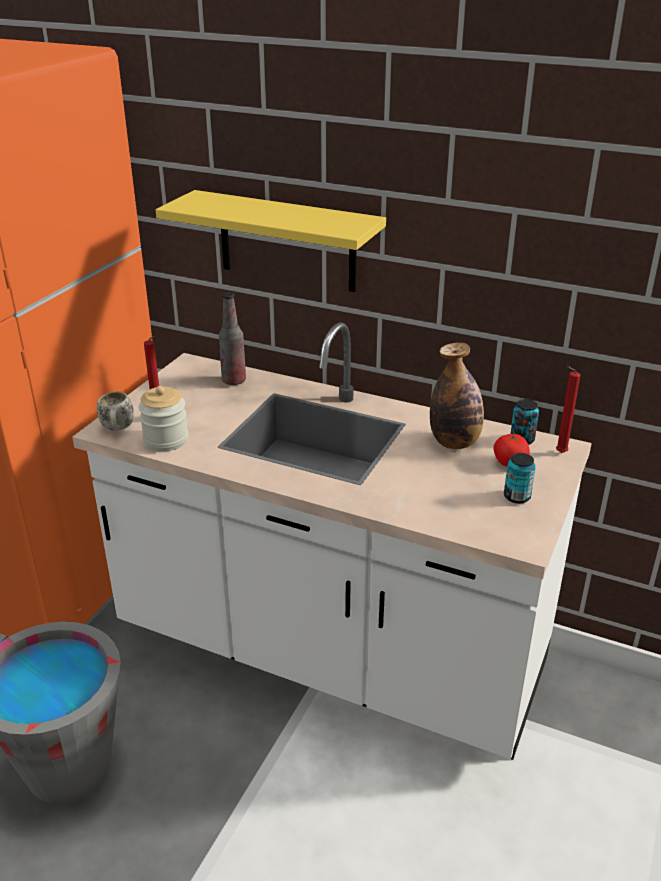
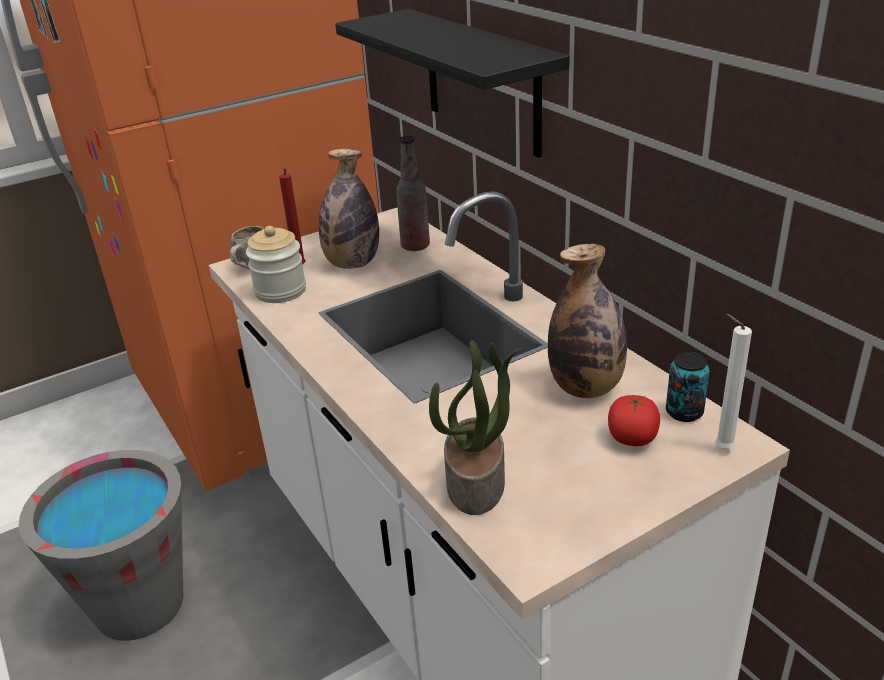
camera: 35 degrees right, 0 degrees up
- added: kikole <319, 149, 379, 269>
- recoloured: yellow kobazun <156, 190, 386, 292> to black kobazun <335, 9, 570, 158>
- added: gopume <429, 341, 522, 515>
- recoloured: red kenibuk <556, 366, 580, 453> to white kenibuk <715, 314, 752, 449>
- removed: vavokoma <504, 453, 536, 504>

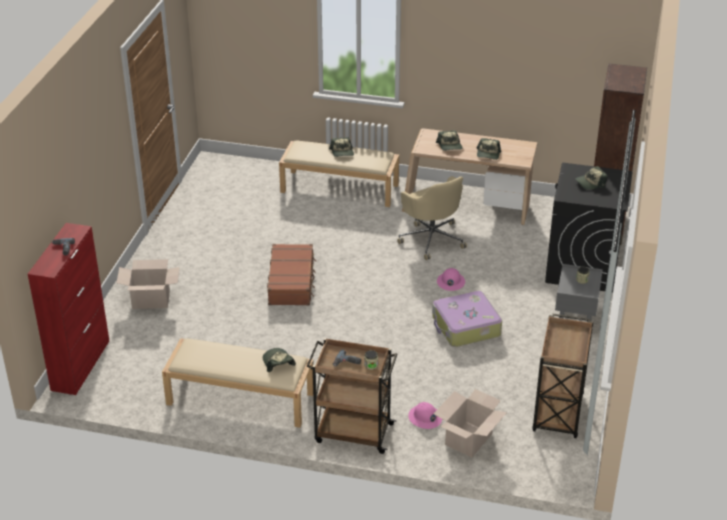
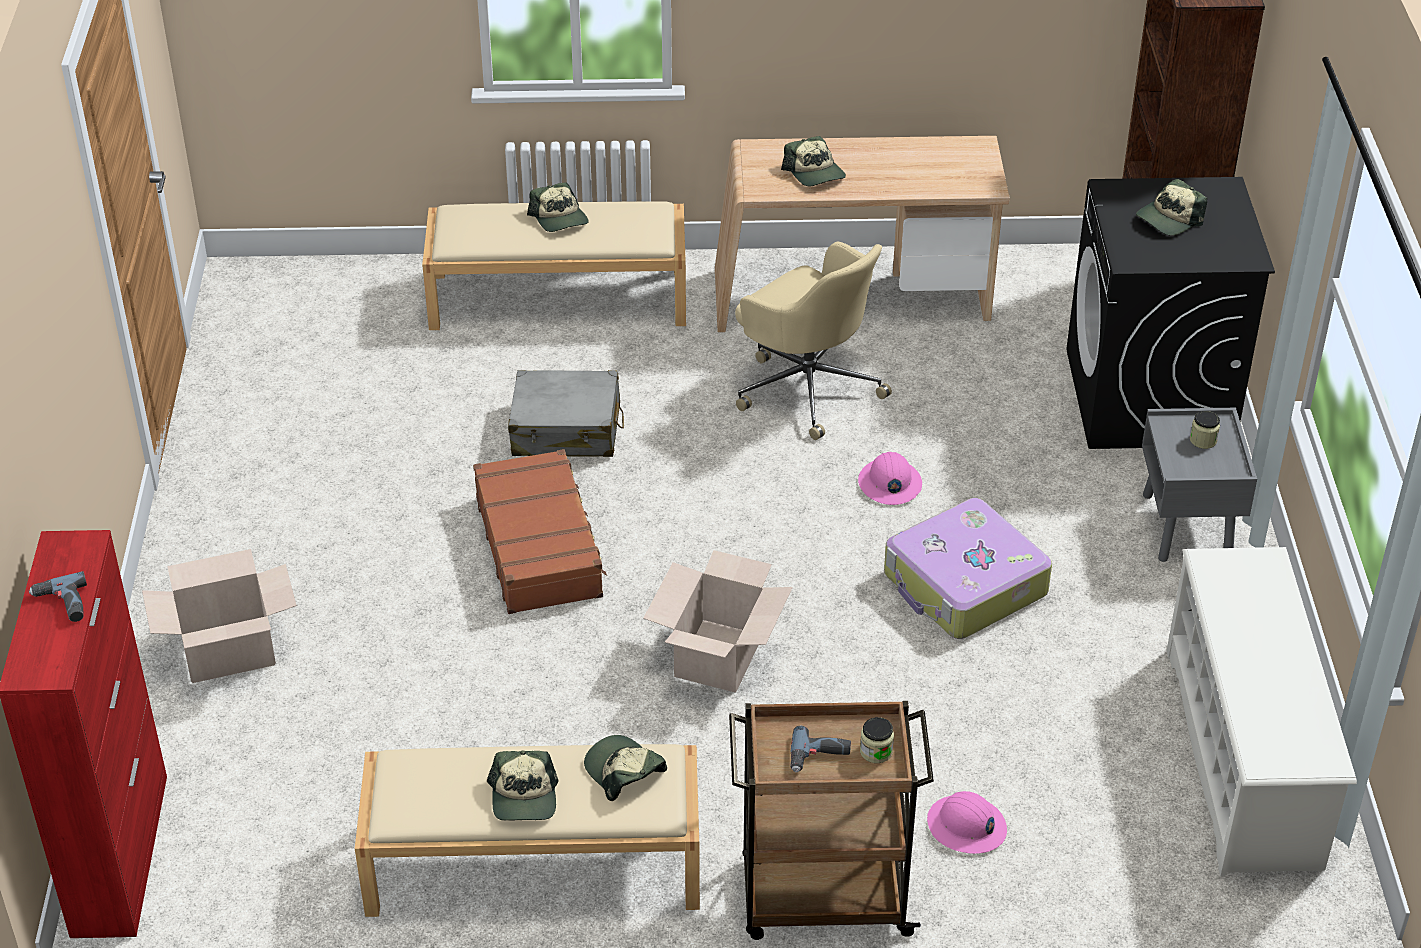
camera: 15 degrees left, 5 degrees up
- moved: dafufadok <477, 138, 501, 160> to <487, 751, 558, 821>
- added: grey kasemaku <508, 370, 624, 457>
- moved: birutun <434, 389, 507, 457> to <643, 550, 793, 693>
- replaced: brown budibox <532, 314, 593, 438> to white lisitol <1167, 547, 1357, 877>

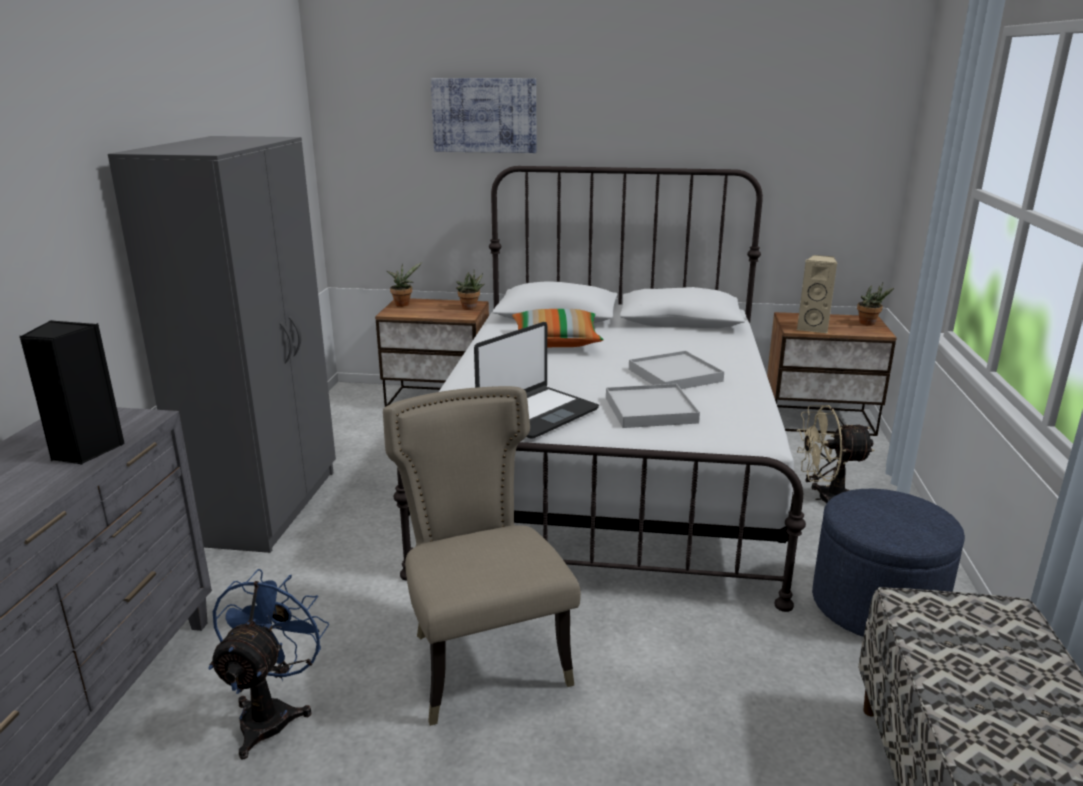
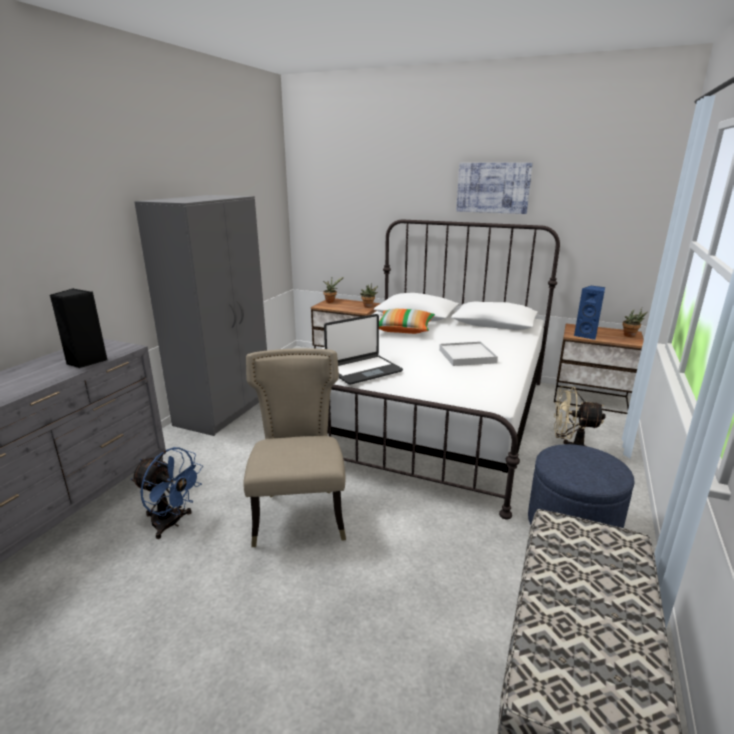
camera: 15 degrees right, 0 degrees up
- turned: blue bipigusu <208, 569, 329, 759> = <131, 447, 203, 539> 90 degrees clockwise
- moved: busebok <431, 78, 536, 153> to <456, 163, 533, 214>
- recoloured: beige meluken <797, 255, 837, 333> to blue meluken <574, 286, 605, 340>
- removed: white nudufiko <606, 384, 700, 428>

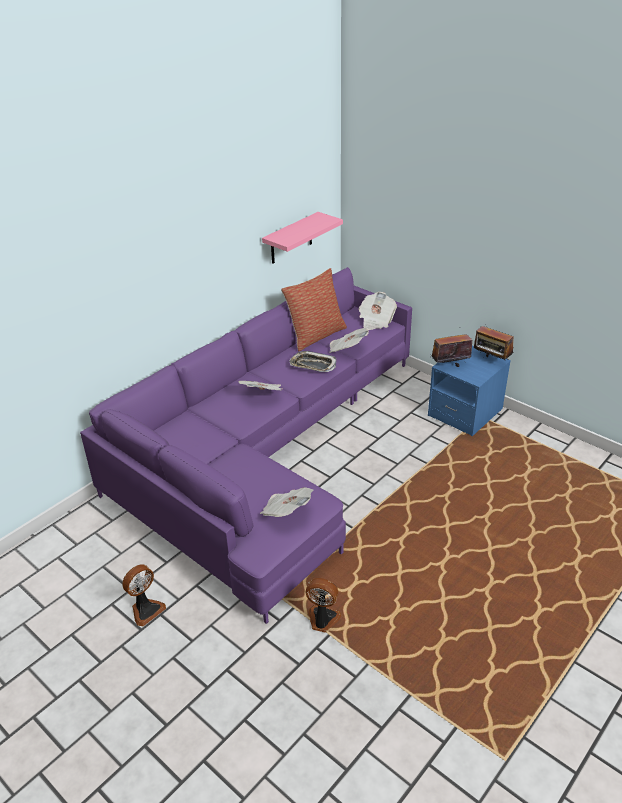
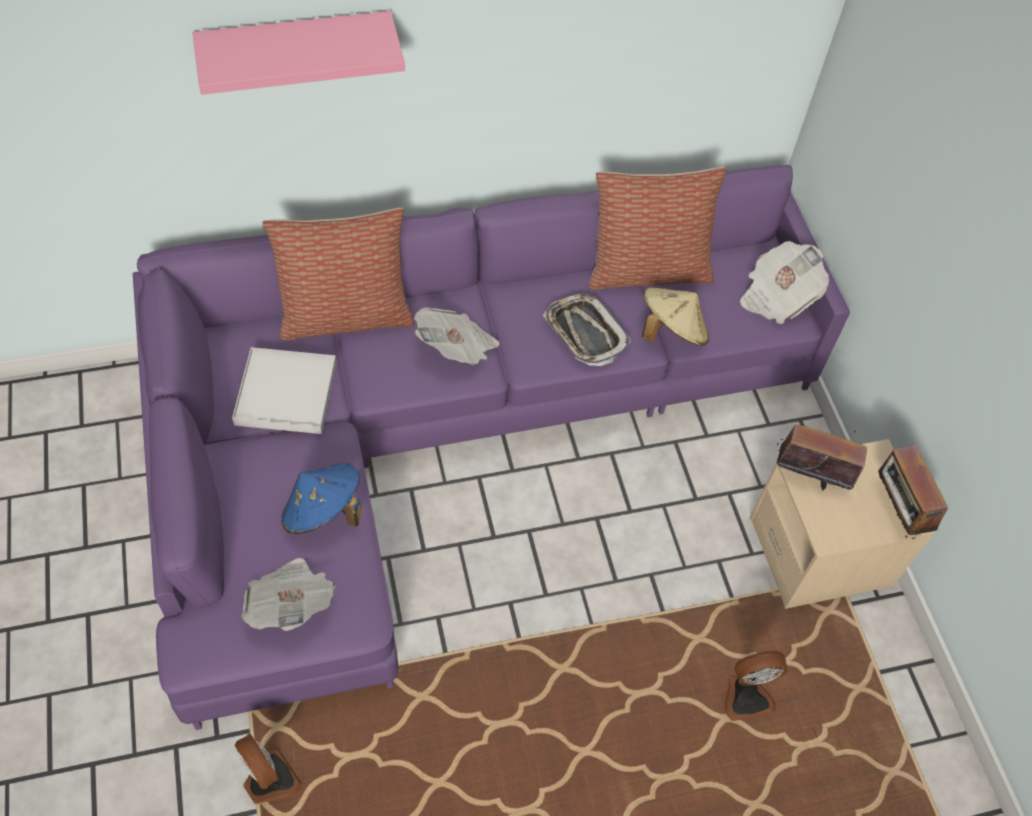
camera: 30 degrees right, 20 degrees up
- moved: pink kobazun <262, 212, 343, 264> to <192, 11, 405, 95>
- added: white nudufiko <232, 347, 336, 434>
- added: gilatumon <262, 208, 414, 341>
- added: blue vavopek <281, 463, 361, 534>
- replaced: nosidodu <329, 327, 369, 353> to beige vavopek <642, 287, 709, 346>
- moved: bipigusu <122, 564, 166, 626> to <725, 651, 789, 721>
- recoloured: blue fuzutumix <428, 345, 511, 436> to beige fuzutumix <750, 439, 935, 609>

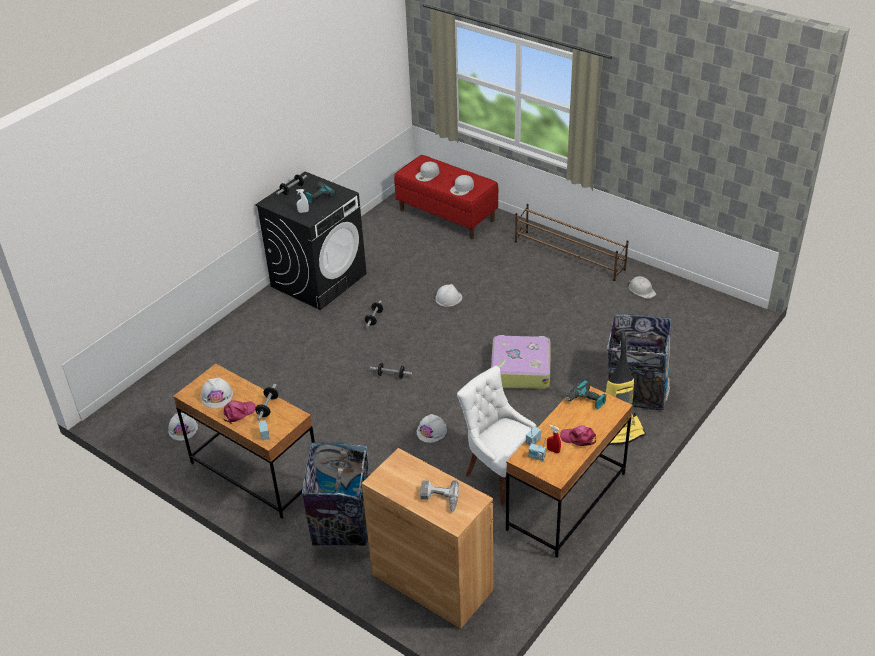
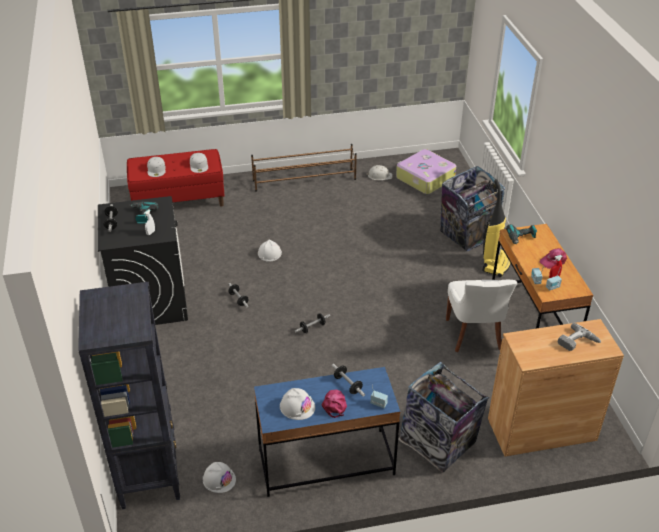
camera: 50 degrees left, 0 degrees up
- added: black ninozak <78, 282, 180, 509>
- recoloured: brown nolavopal <173, 364, 315, 519> to blue nolavopal <254, 367, 400, 497>
- moved: kasemaku <491, 335, 550, 389> to <396, 149, 456, 194>
- turned: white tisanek <457, 366, 537, 506> = <446, 280, 517, 352> 90 degrees counterclockwise
- removed: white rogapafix <417, 414, 447, 443>

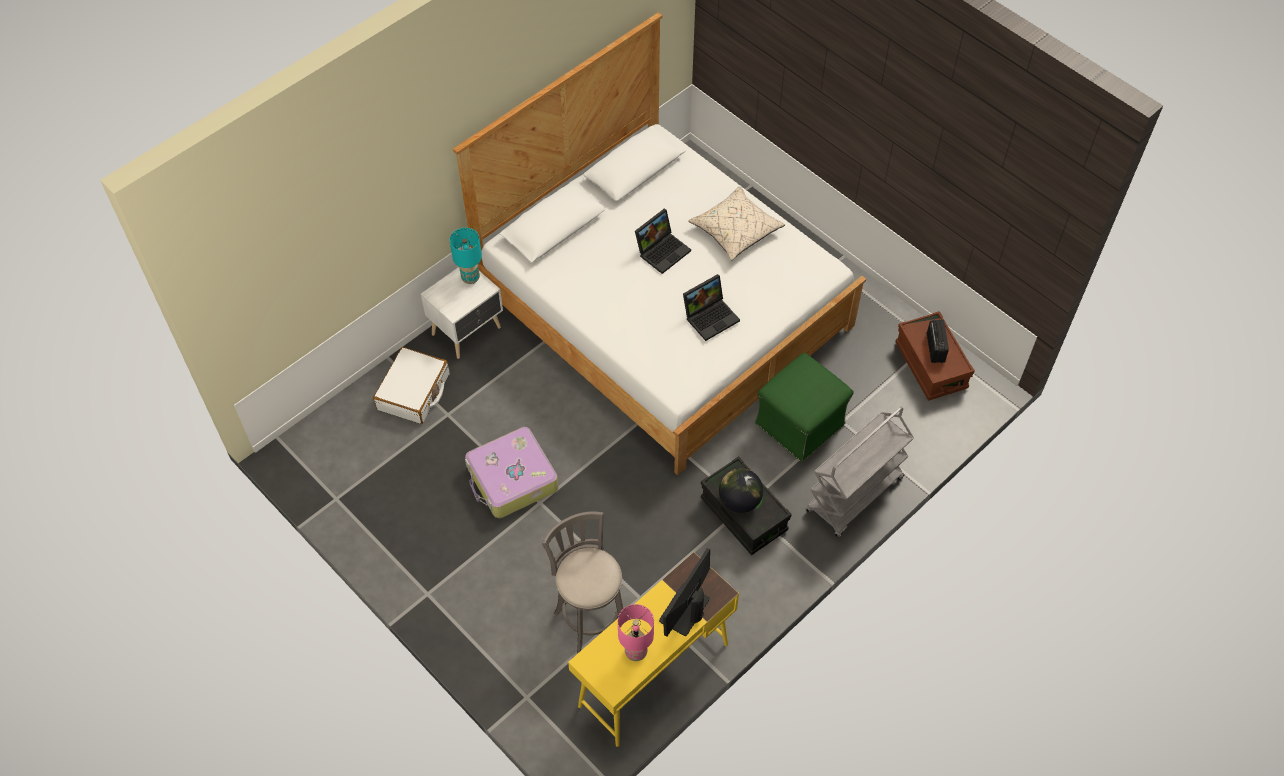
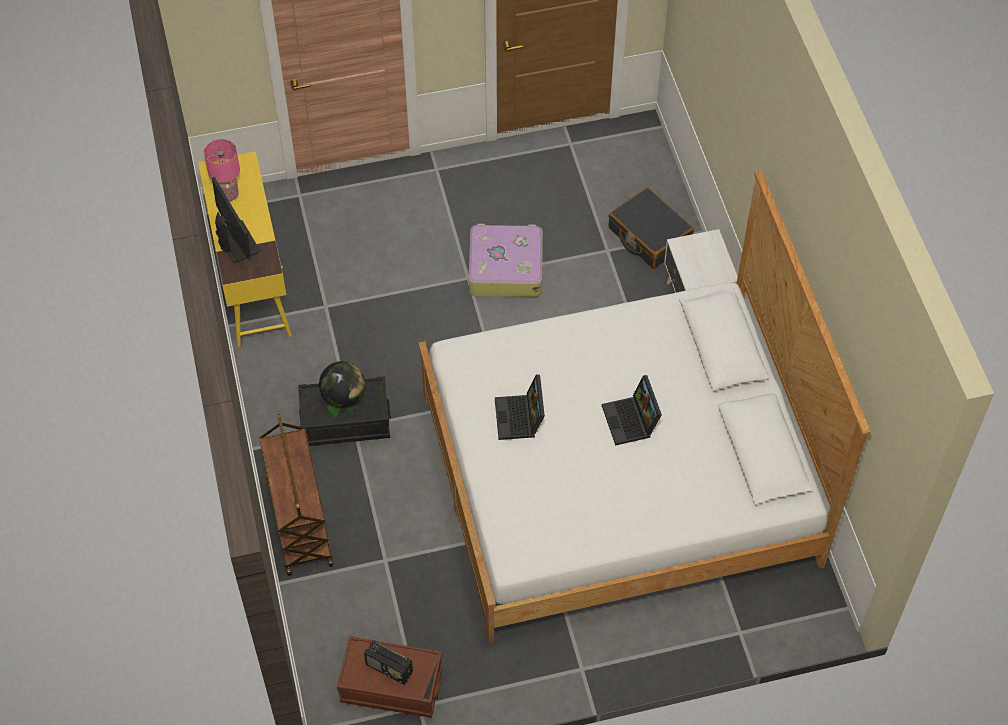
camera: 120 degrees right, 0 degrees up
- recoloured: grey budibox <806, 407, 914, 538> to brown budibox <259, 414, 333, 576>
- recoloured: white kasemaku <373, 347, 450, 424> to black kasemaku <608, 187, 694, 269>
- removed: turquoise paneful <450, 228, 482, 284>
- removed: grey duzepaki <542, 511, 623, 653>
- removed: beige gilatumon <688, 186, 785, 260>
- removed: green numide <755, 353, 854, 462>

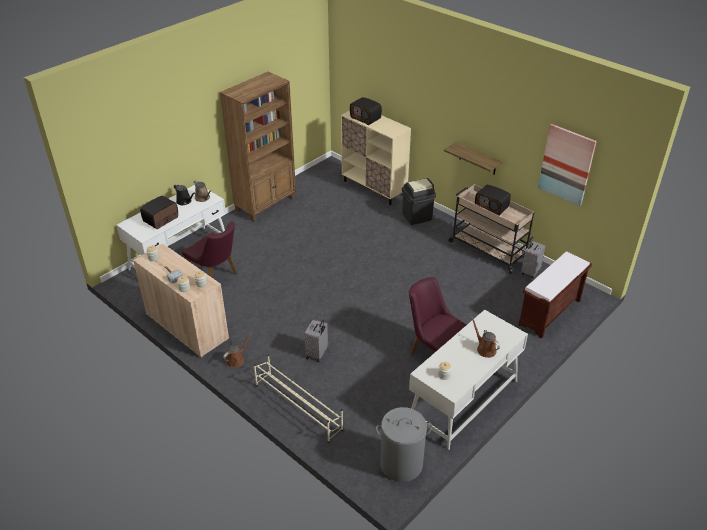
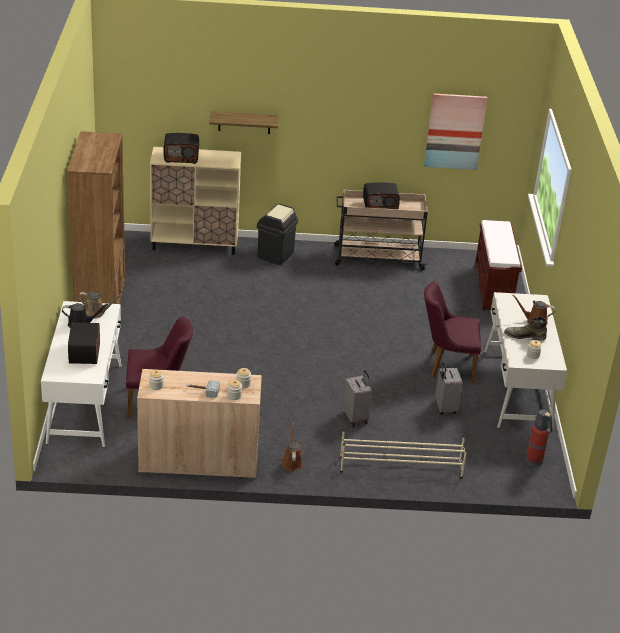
camera: 45 degrees left, 5 degrees down
- moved: kobazun <444, 142, 502, 175> to <209, 111, 279, 134>
- moved: grey kasemaku <521, 237, 546, 278> to <435, 363, 462, 414>
- added: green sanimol <504, 317, 547, 341>
- replaced: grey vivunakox <376, 407, 432, 482> to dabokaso <525, 409, 552, 466>

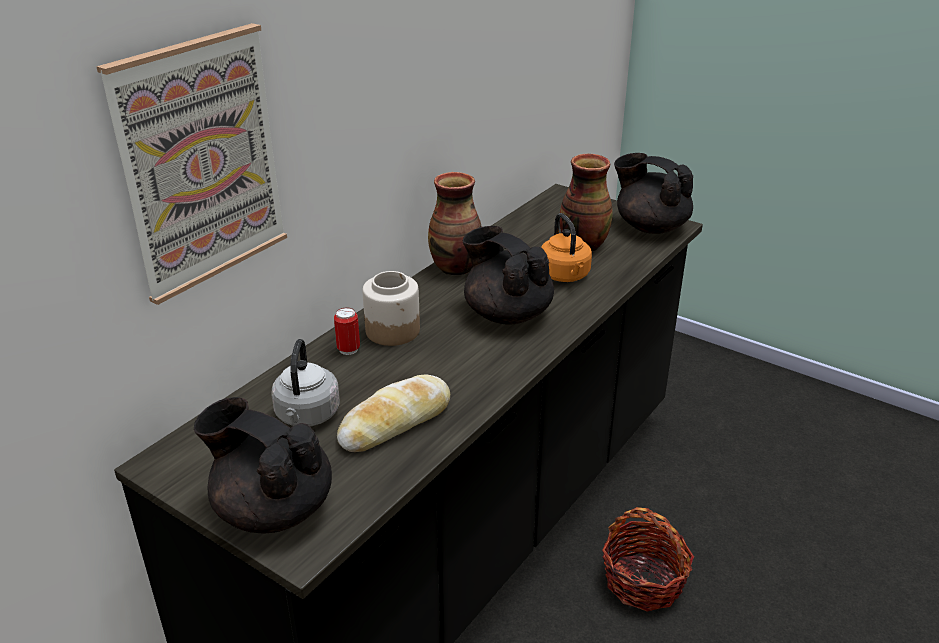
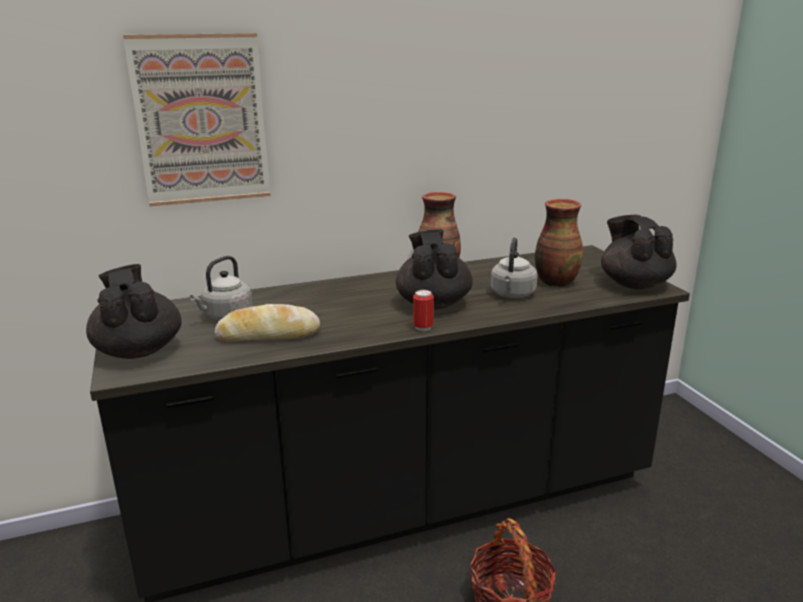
camera: 35 degrees right, 10 degrees down
- moved: vavokoma <334, 308, 360, 355> to <413, 290, 434, 331>
- recoloured: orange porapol <541, 213, 592, 282> to grey porapol <491, 238, 538, 298>
- removed: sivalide <362, 271, 420, 346>

